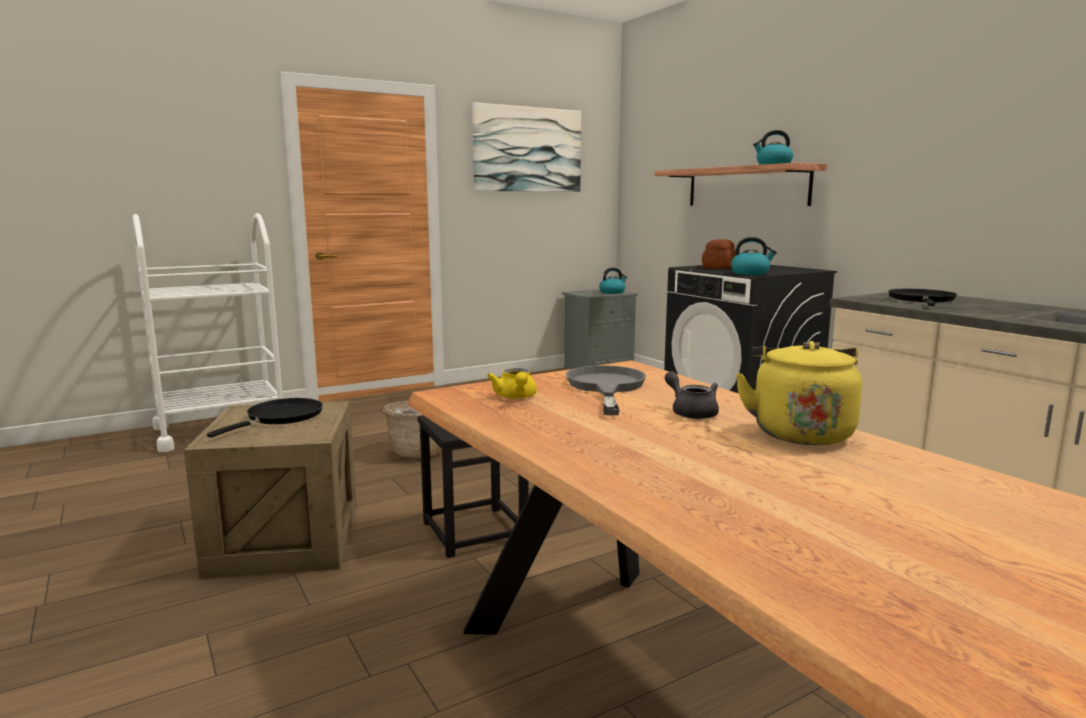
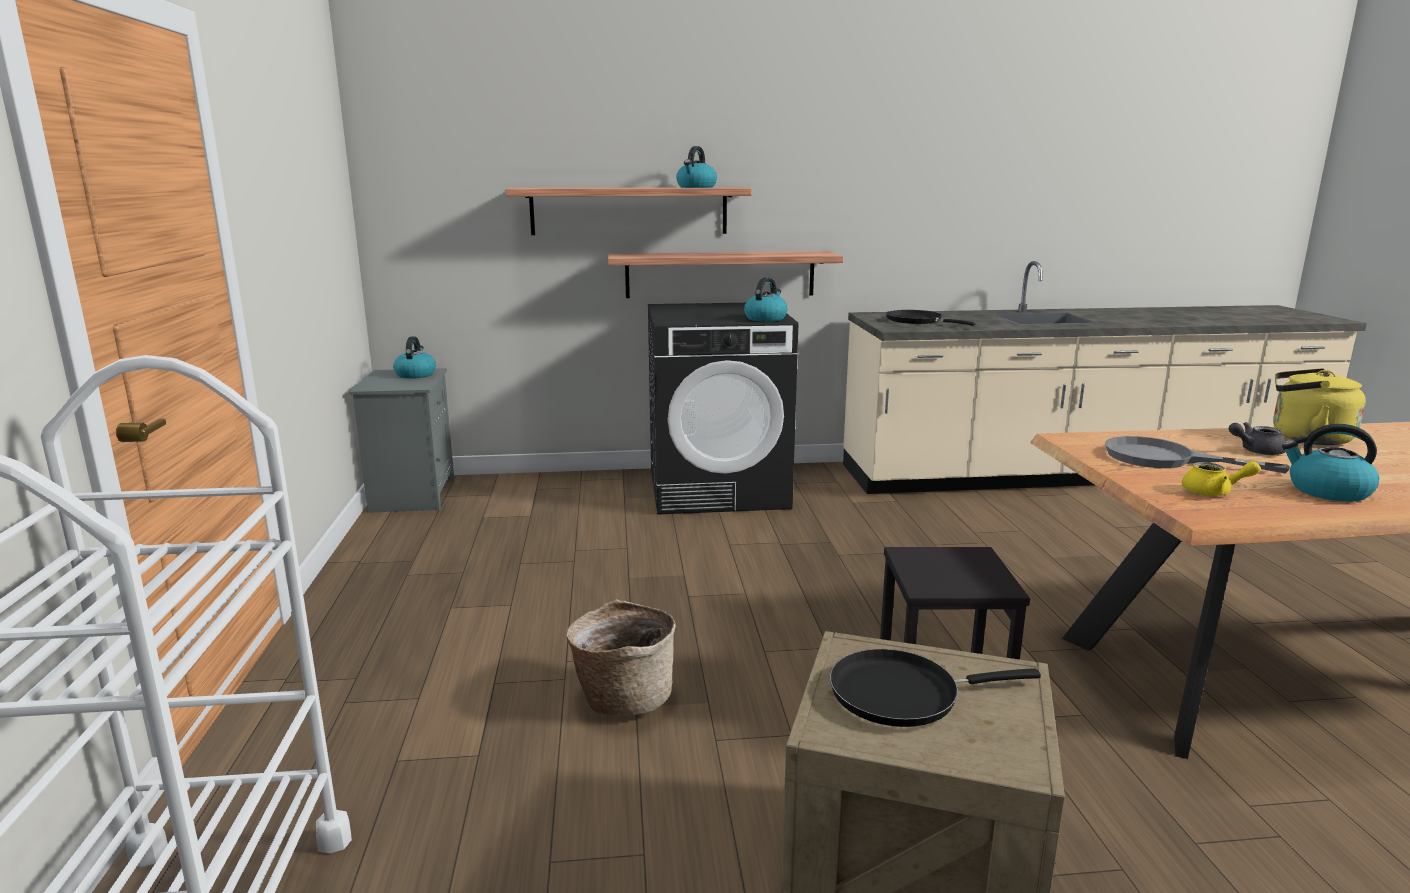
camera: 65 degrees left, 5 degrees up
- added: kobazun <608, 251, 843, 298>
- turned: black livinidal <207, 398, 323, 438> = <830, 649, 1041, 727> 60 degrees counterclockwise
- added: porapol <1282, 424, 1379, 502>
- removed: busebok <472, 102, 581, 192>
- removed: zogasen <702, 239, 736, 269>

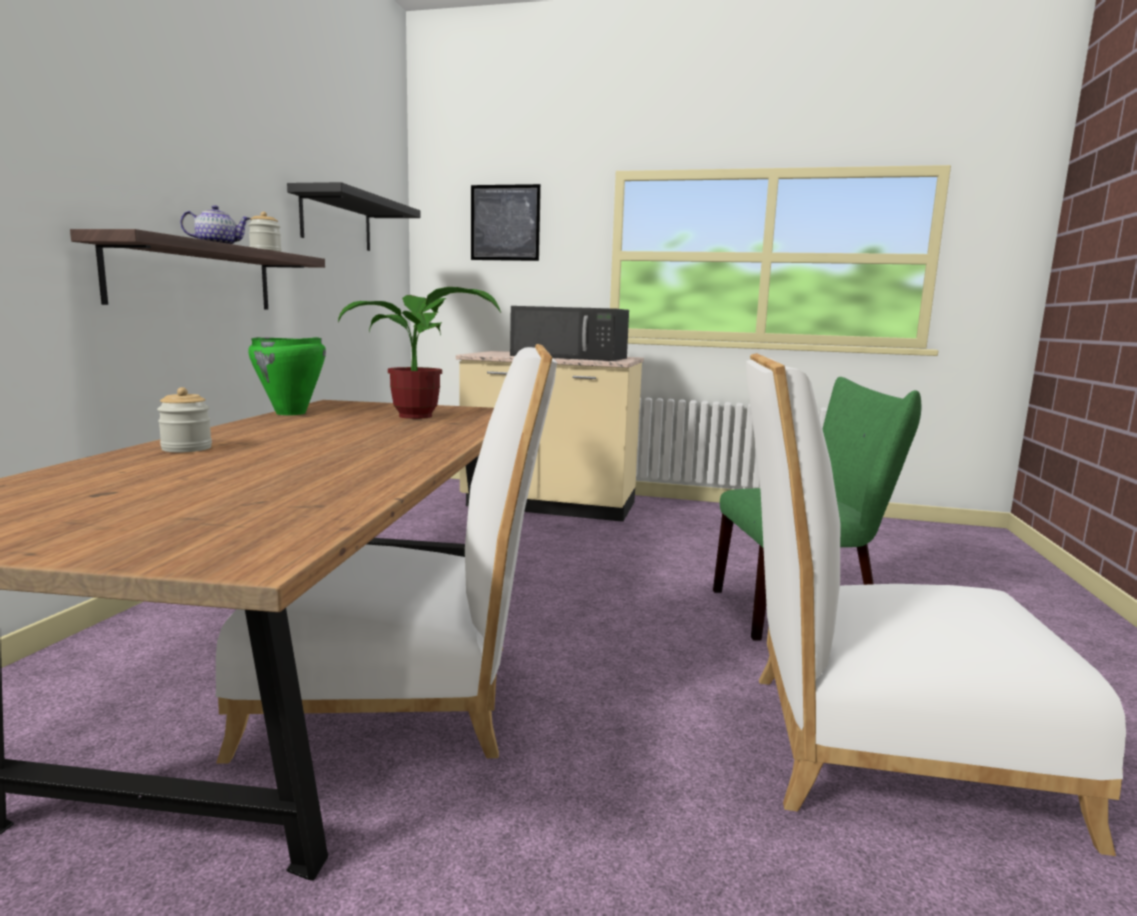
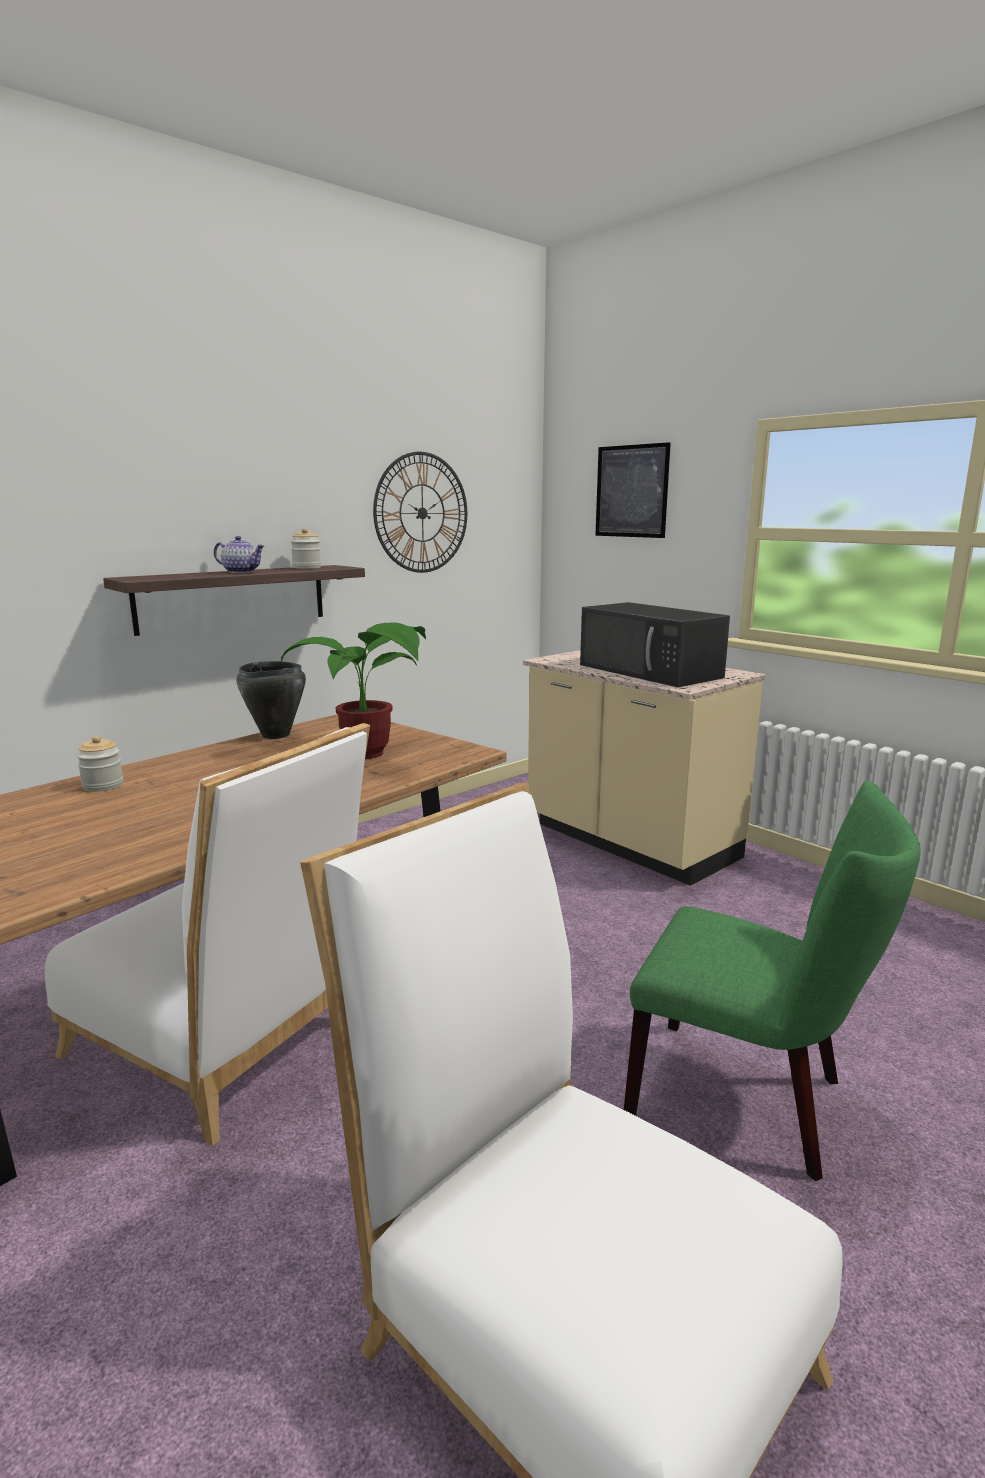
camera: 35 degrees right, 5 degrees up
- recoloured: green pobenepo <248, 337, 326, 415> to black pobenepo <236, 661, 306, 739>
- replaced: black kobazun <287, 182, 421, 251> to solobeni <373, 452, 467, 573>

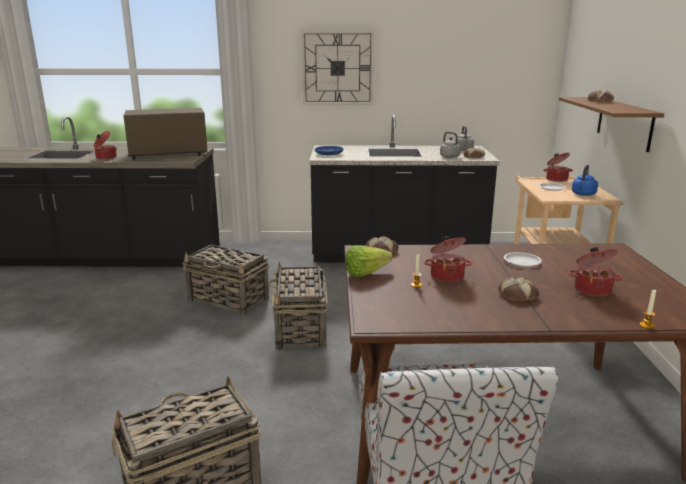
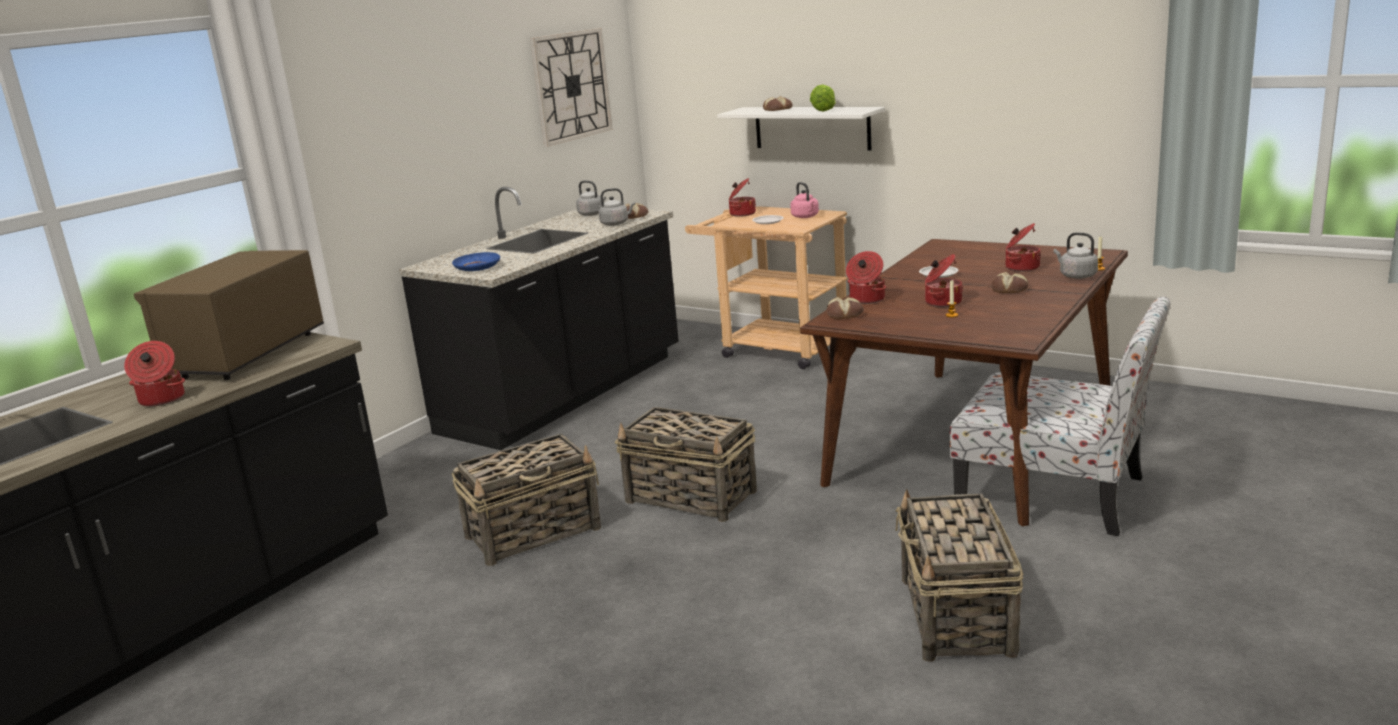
camera: 55 degrees left, 0 degrees up
- moved: solobeni <301, 31, 374, 105> to <530, 28, 613, 147>
- recoloured: brown kobazun <559, 97, 664, 152> to white kobazun <717, 107, 885, 151>
- recoloured: blue porapol <572, 164, 598, 196> to pink porapol <790, 182, 819, 218>
- moved: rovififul <345, 246, 393, 277> to <810, 85, 836, 111>
- added: pobenepo <846, 251, 886, 304>
- added: grey porapol <1054, 232, 1098, 279>

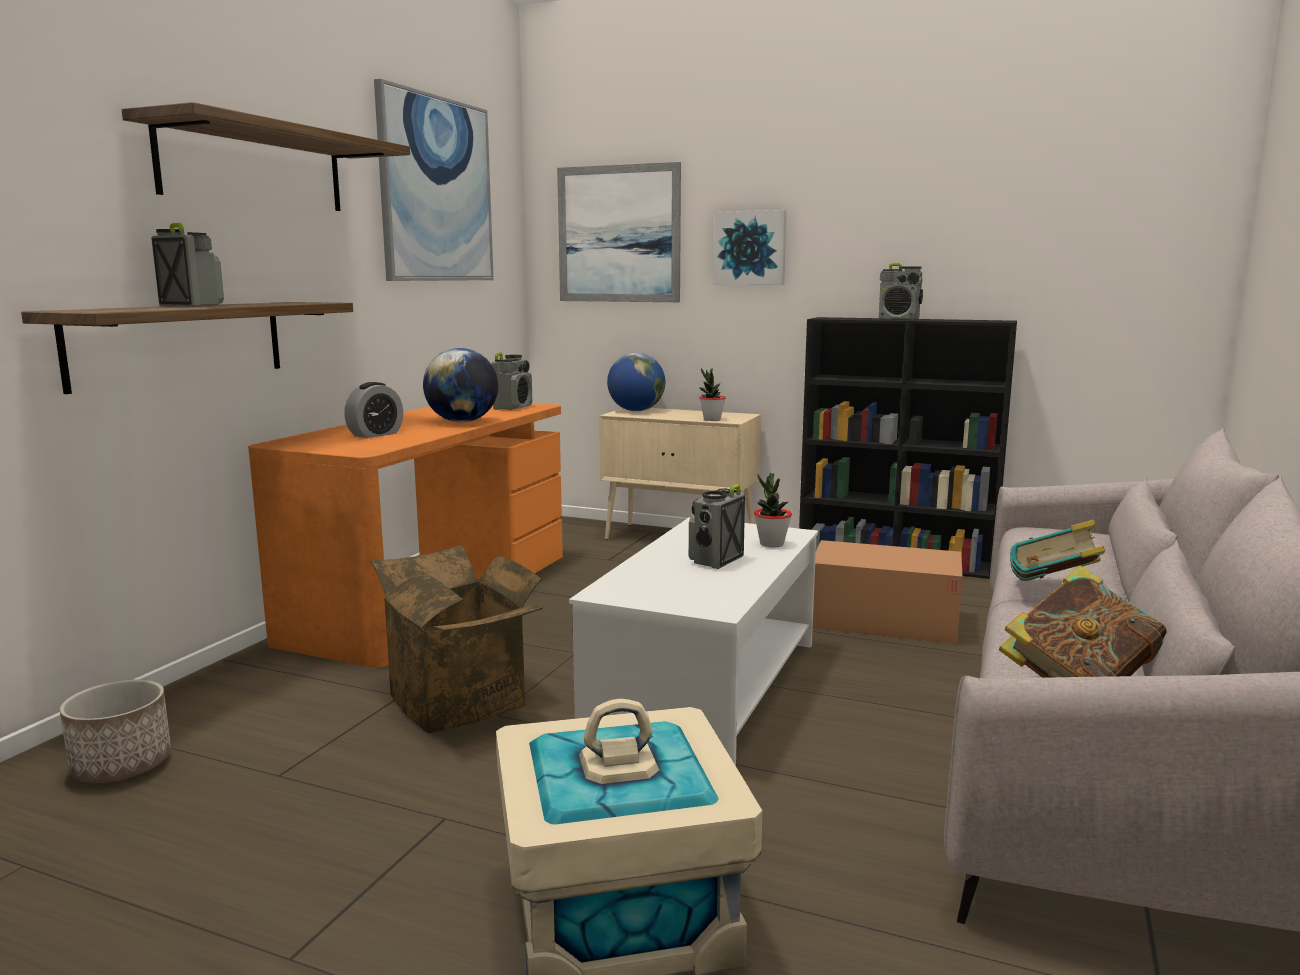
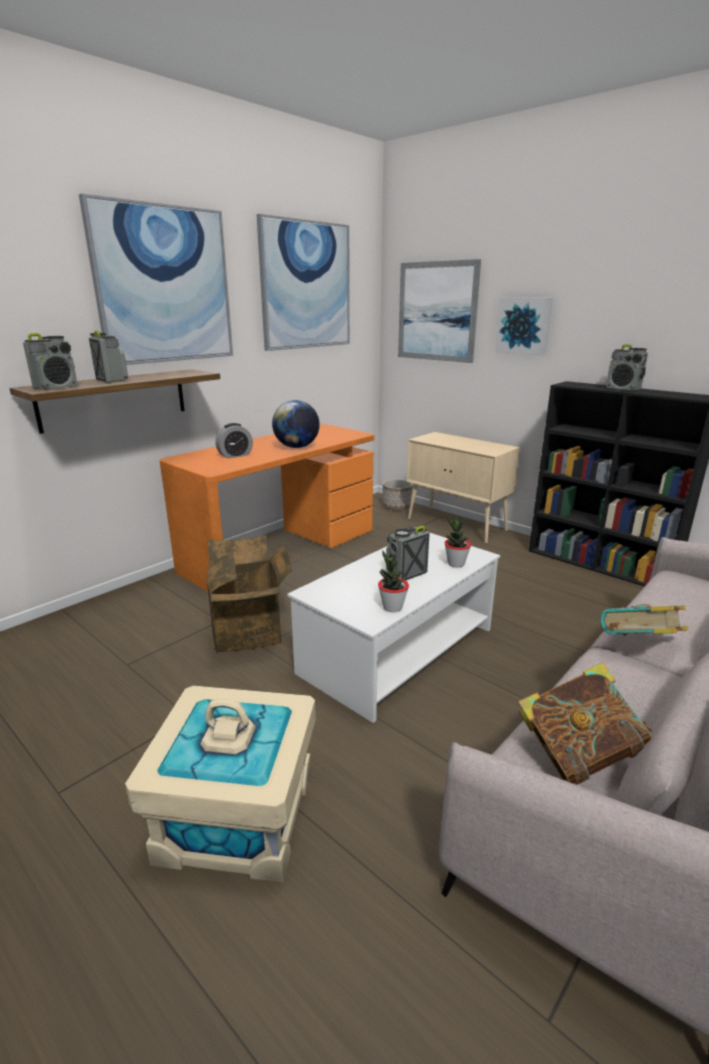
camera: 20 degrees right, 10 degrees up
- moved: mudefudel <492, 352, 532, 410> to <23, 333, 77, 390>
- replaced: kobazun <122, 102, 410, 211> to busebok <79, 194, 233, 365>
- moved: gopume <699, 368, 726, 421> to <378, 551, 409, 612>
- moved: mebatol <60, 680, 171, 783> to <382, 479, 413, 510>
- removed: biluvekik <607, 353, 665, 411>
- removed: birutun <813, 540, 963, 644>

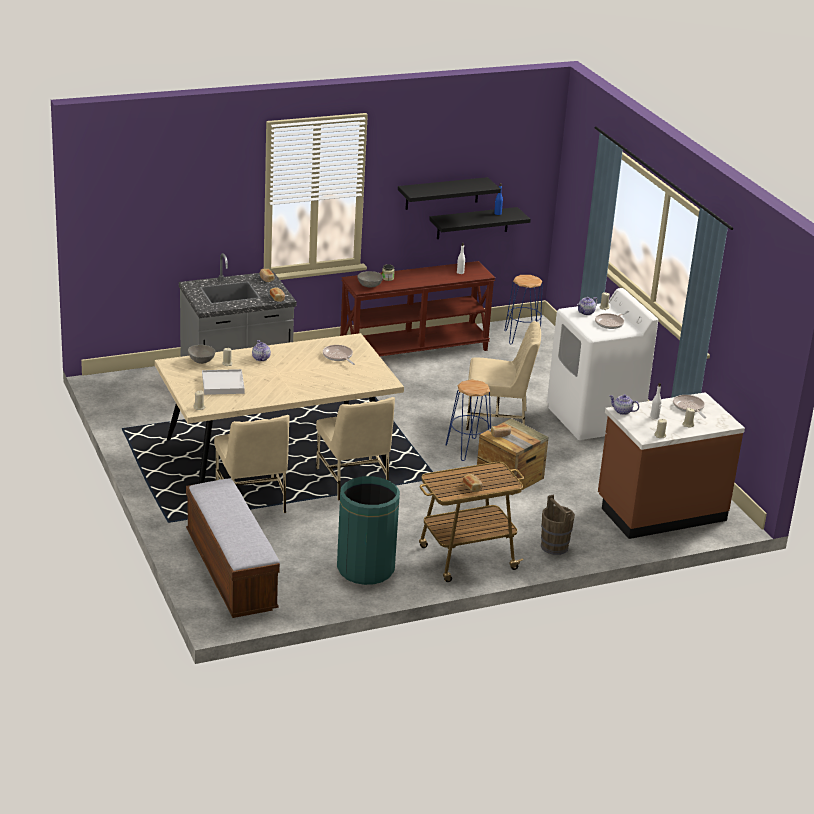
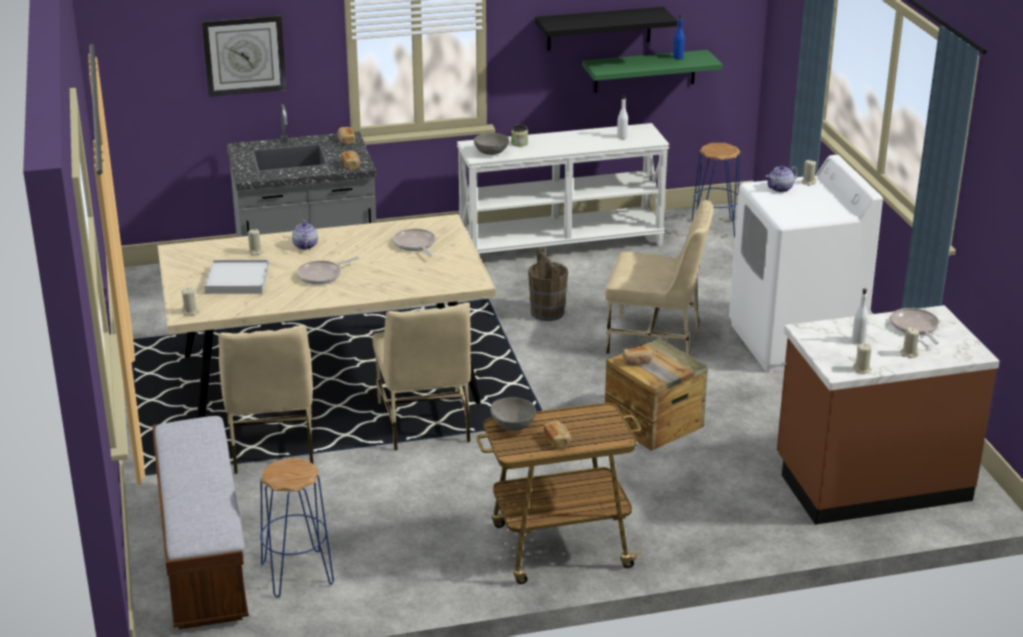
camera: 10 degrees right, 0 degrees up
- added: solobeni <202, 15, 287, 97>
- moved: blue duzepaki <445, 380, 491, 461> to <260, 458, 334, 597>
- moved: livinidal <595, 311, 629, 329> to <297, 257, 359, 285>
- recoloured: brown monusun <340, 261, 495, 356> to white monusun <457, 123, 670, 254>
- moved: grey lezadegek <188, 345, 215, 364> to <490, 397, 536, 431>
- moved: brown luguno <541, 495, 575, 555> to <528, 248, 568, 321>
- recoloured: black kobazun <429, 207, 531, 239> to green kobazun <582, 50, 723, 93>
- removed: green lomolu <337, 476, 400, 585>
- removed: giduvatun <609, 394, 639, 415>

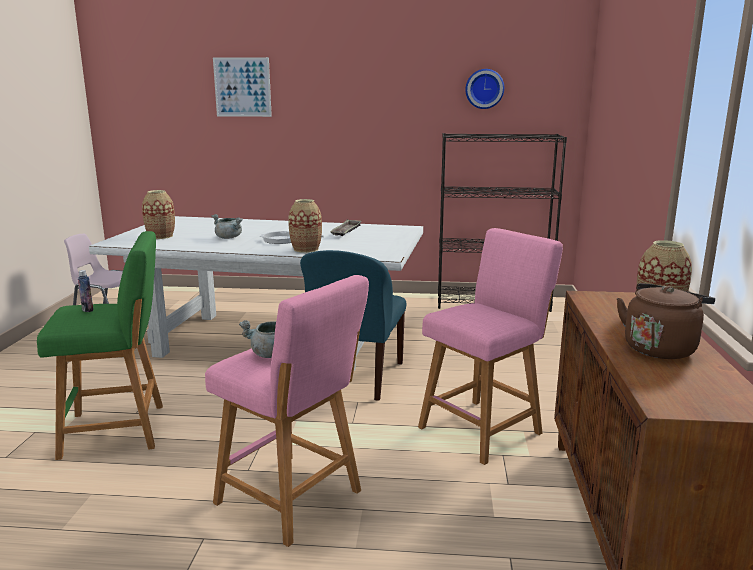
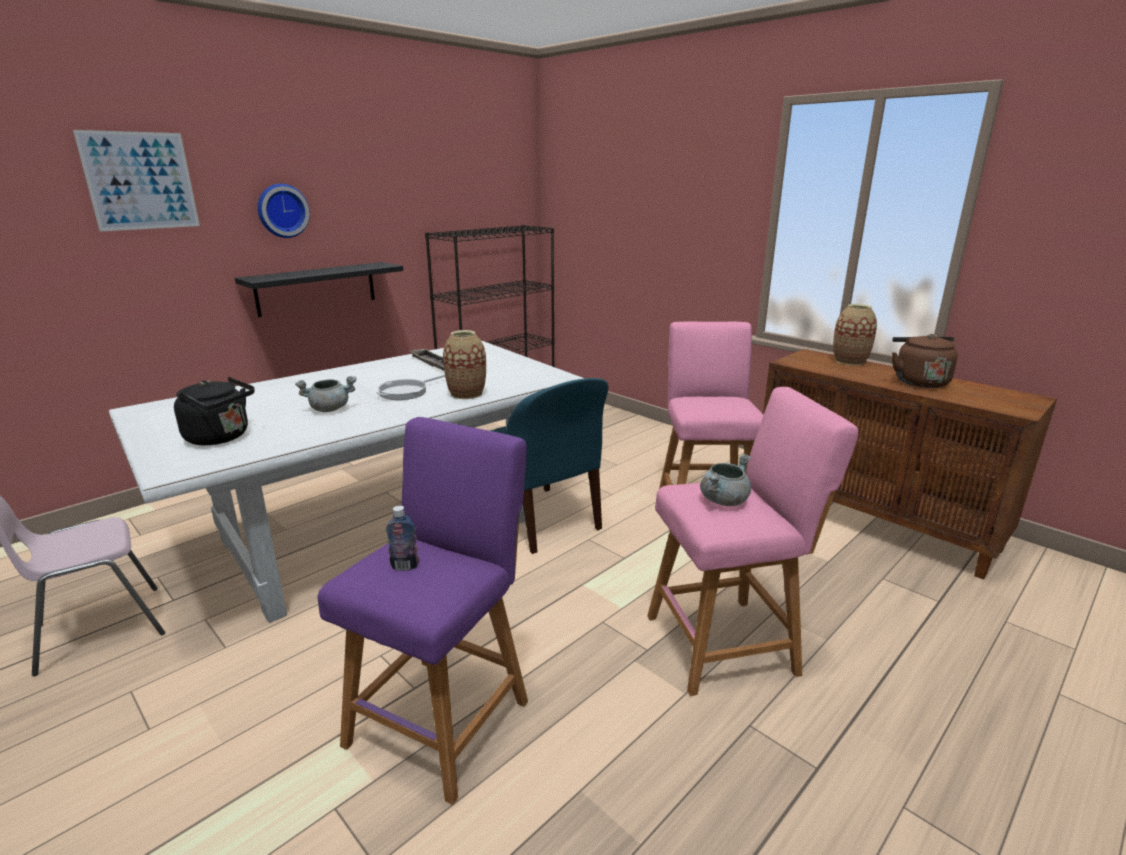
camera: 50 degrees left, 5 degrees up
- replaced: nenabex <142, 190, 175, 239> to black porapol <174, 377, 255, 445>
- added: black kobazun <235, 262, 403, 317>
- moved: solobeni <465, 69, 504, 109> to <258, 184, 310, 238>
- recoloured: green duzepaki <37, 231, 163, 460> to purple duzepaki <318, 417, 528, 805>

